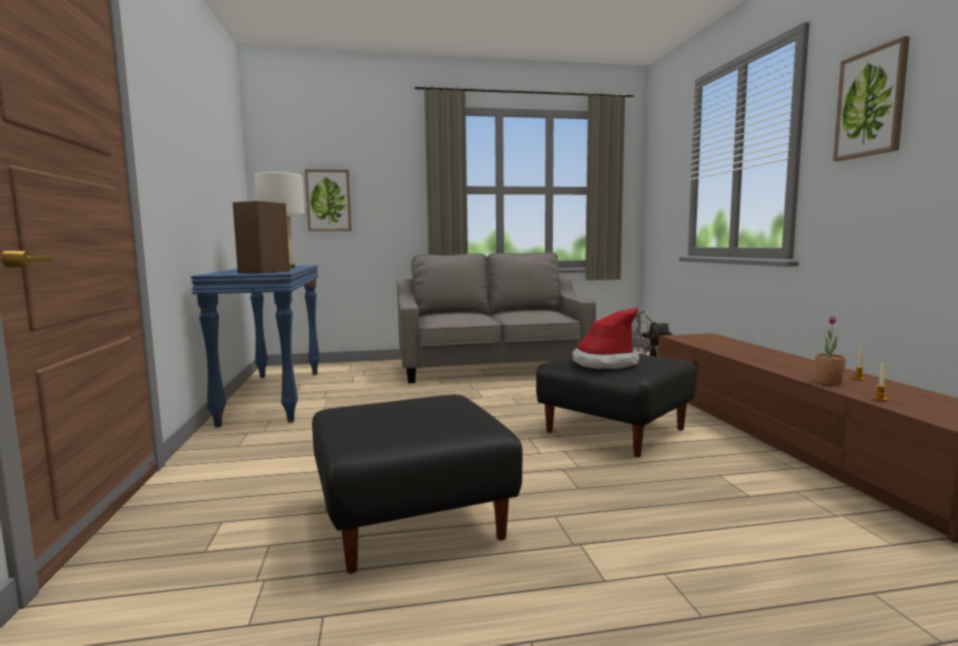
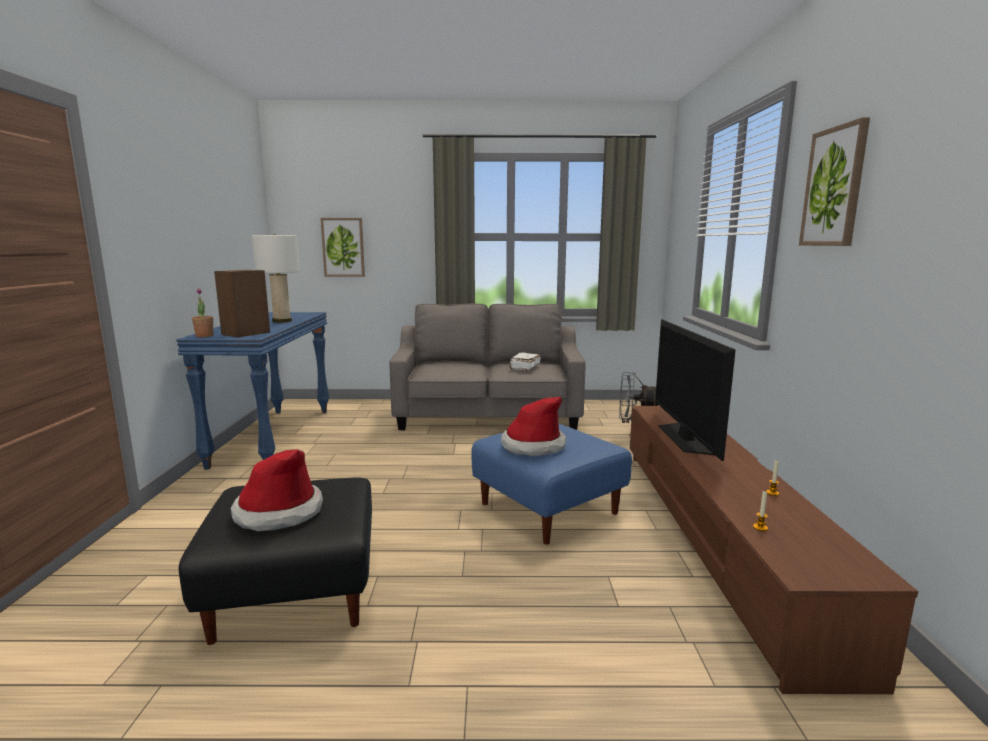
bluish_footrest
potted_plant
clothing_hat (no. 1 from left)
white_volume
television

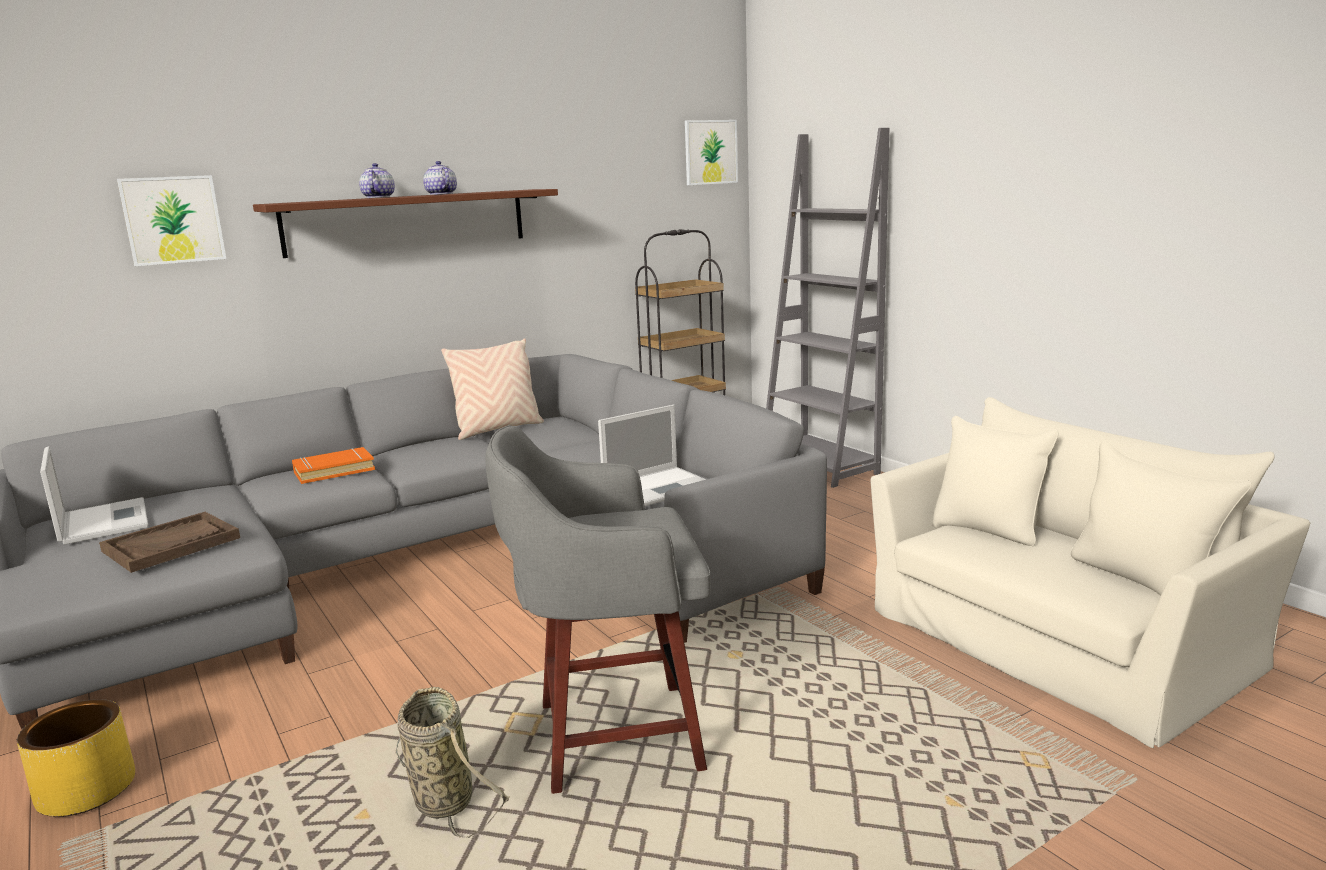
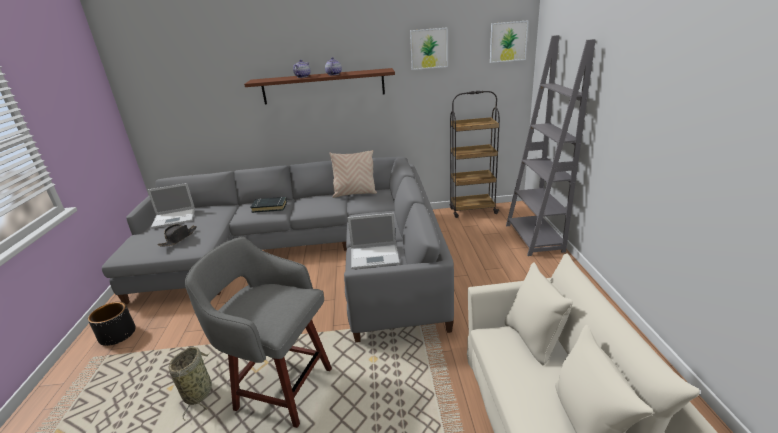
blackish_plant_pot
laptop (no. 1 from left)
blackish_clothing_hat
wall_picture (no. 1 from left)
blackish_volume

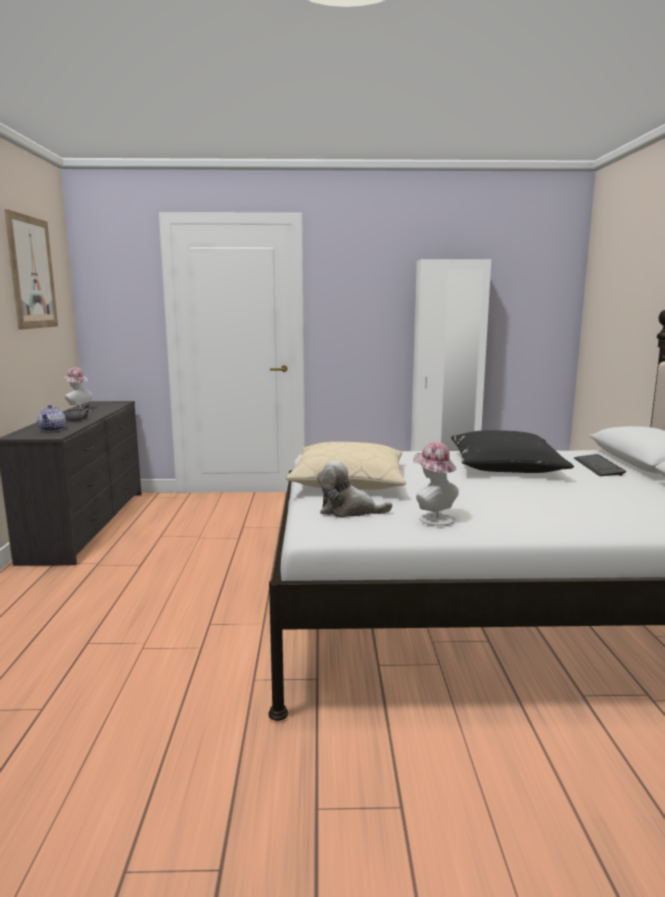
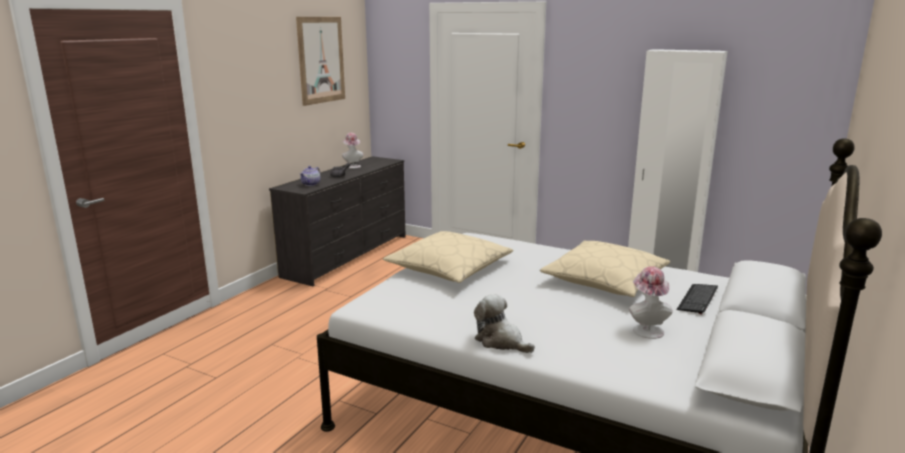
plush_toy
clothing_hat (no. 2 from left)
sand-coloured_throw_pillow (no. 2 from left)

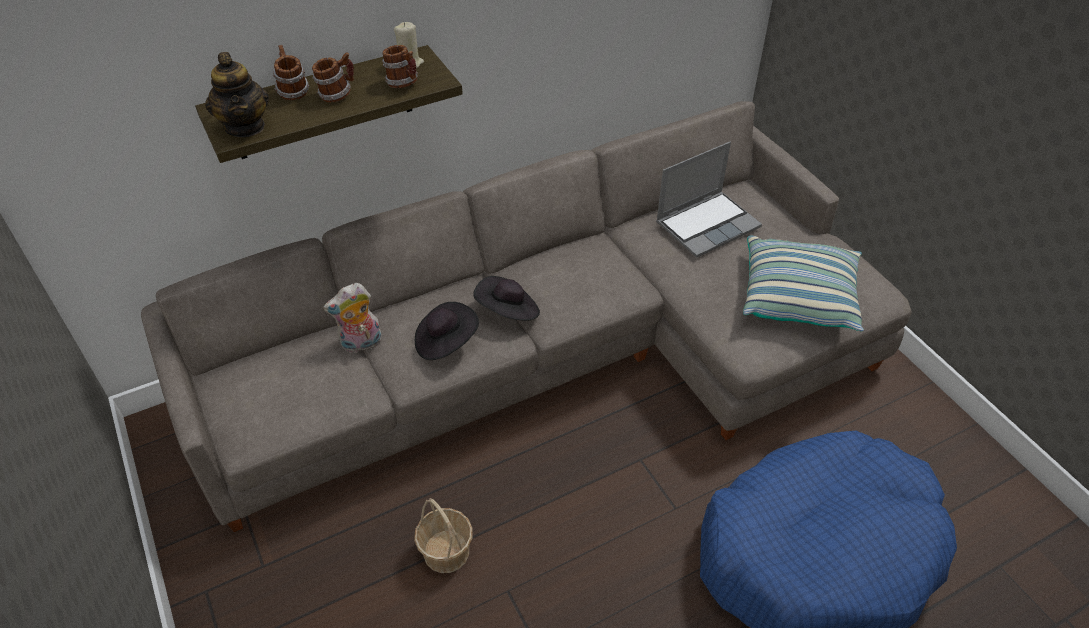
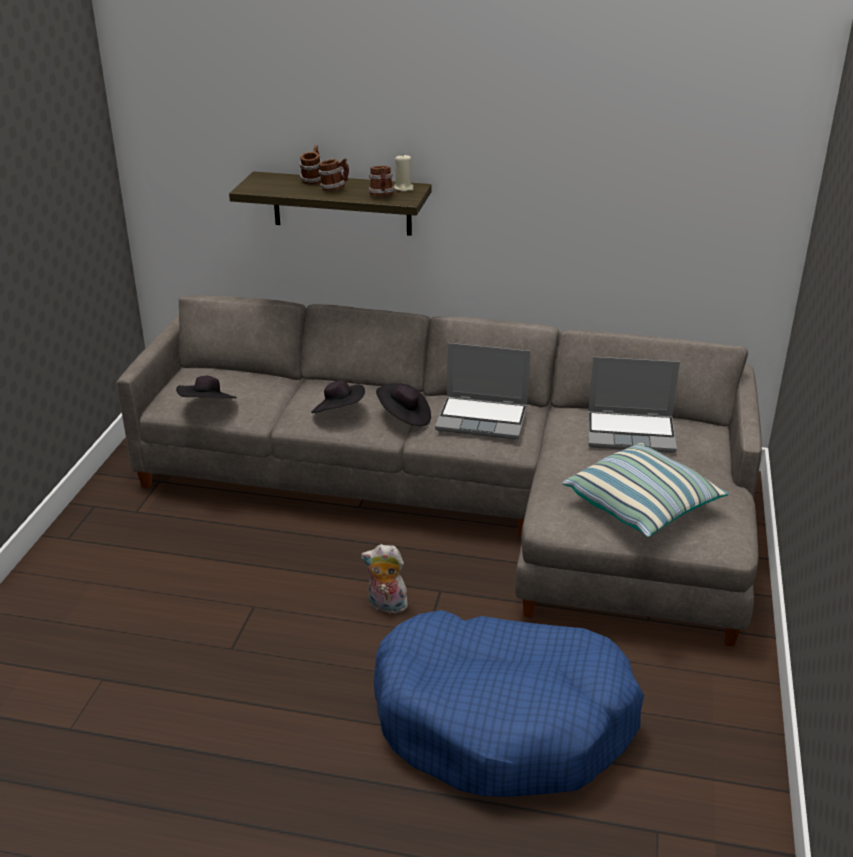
pot_for_tea
plush_toy
household_basket
blackish_clothing_hat (no. 1 from left)
laptop (no. 1 from left)

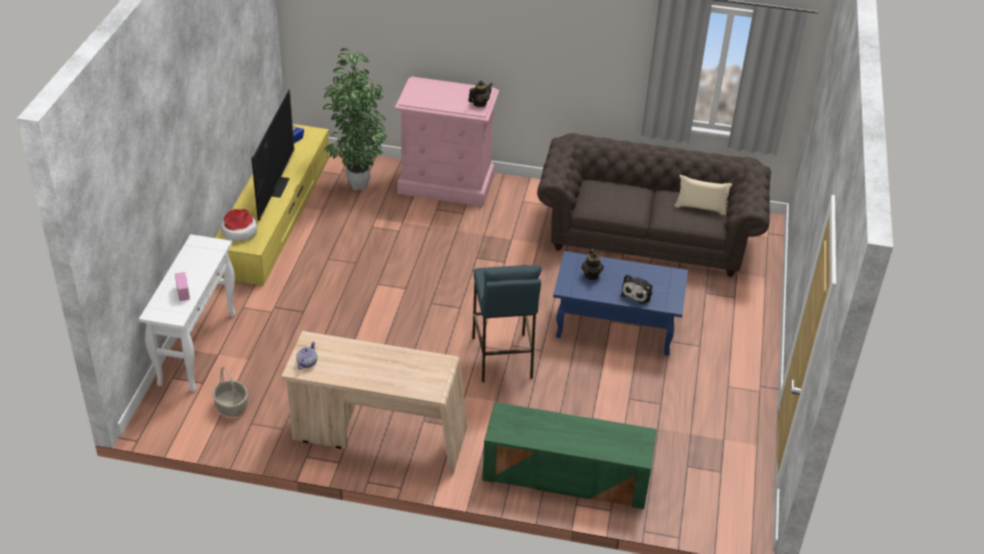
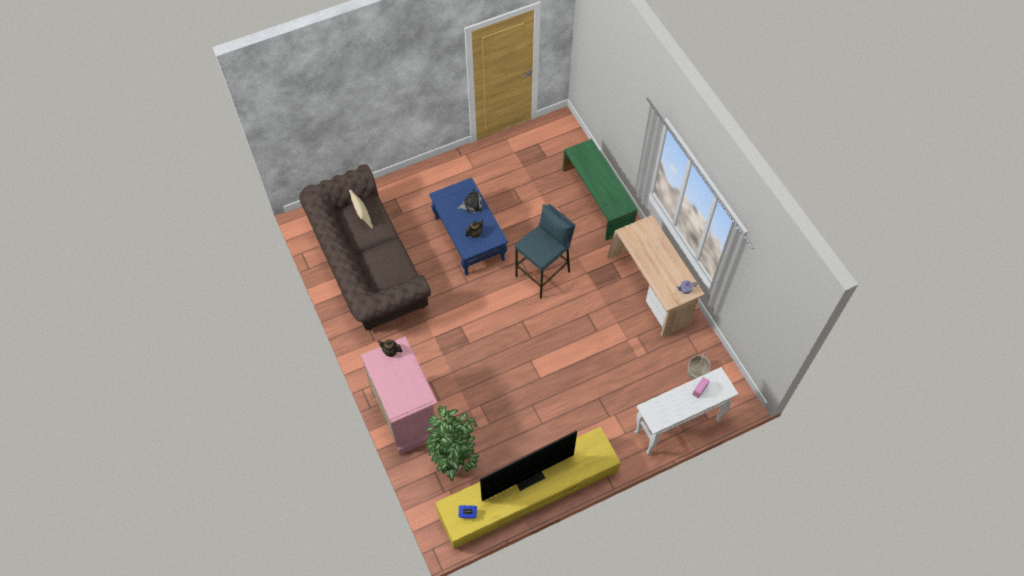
clothing_hat

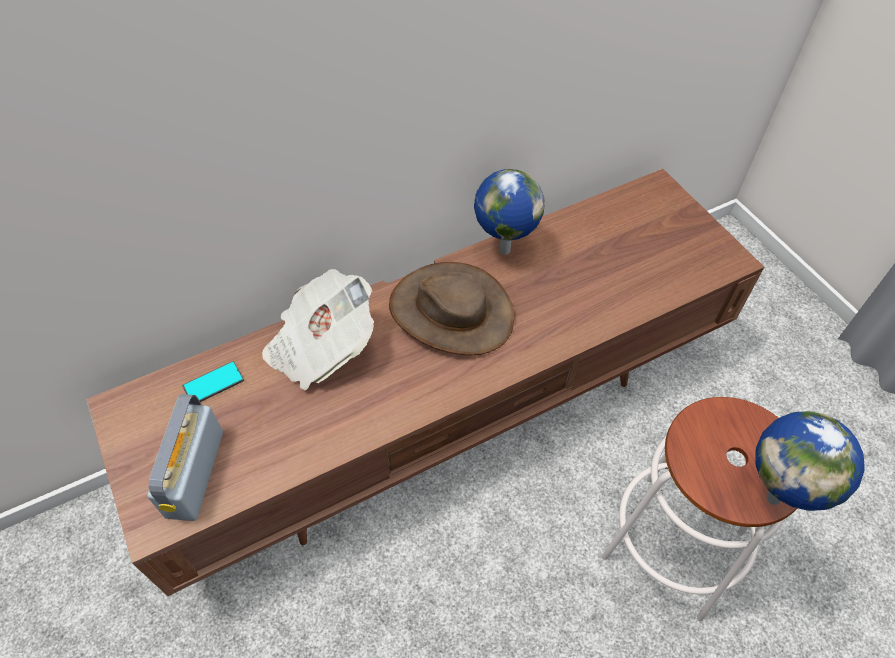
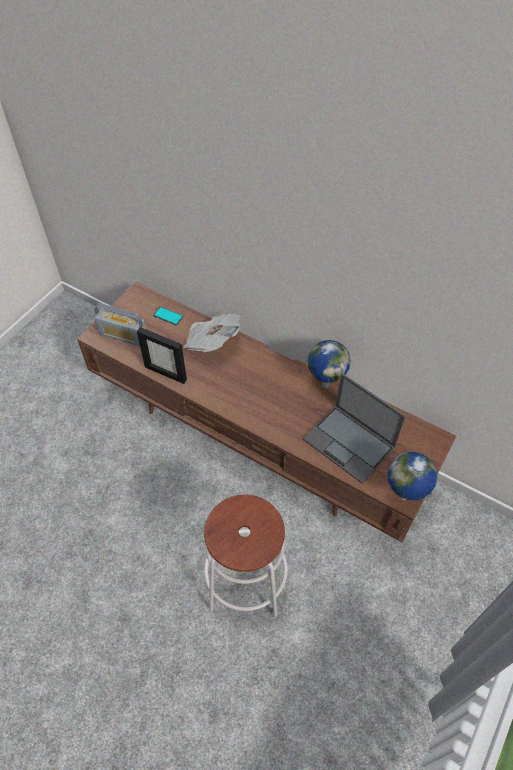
radio_set
brownish_clothing_hat
desk_globe (no. 2 from left)
photo_frame
laptop

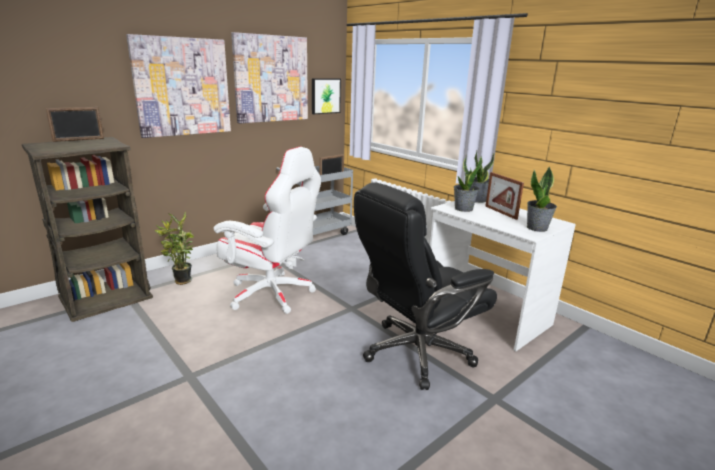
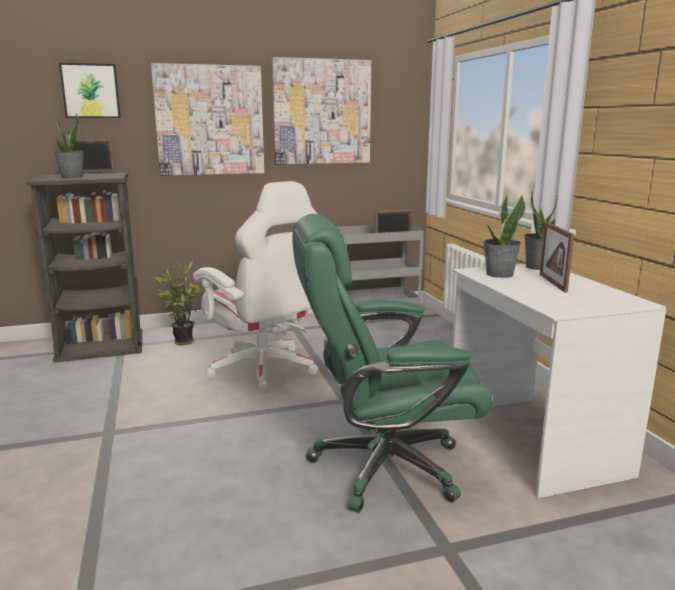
wall_picture (no. 1 from left)
greenish_computer_chair
potted_plant (no. 1 from left)

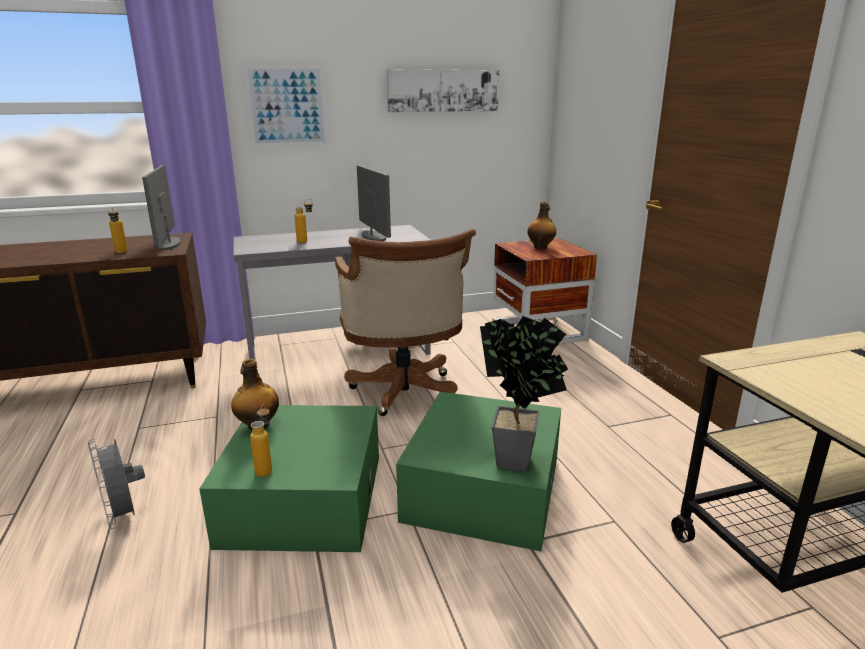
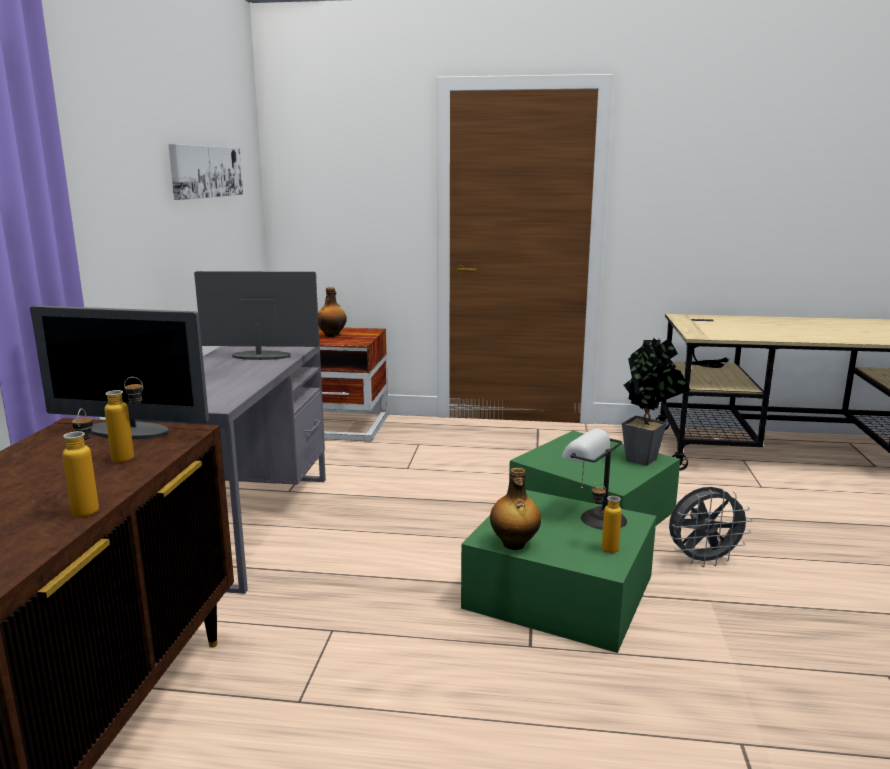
greyish_cooling_fan
wall_picture (no. 1 from left in the first image)
drink_bottle (no. 1 from left)
computer_chair
lamp_for_a_table

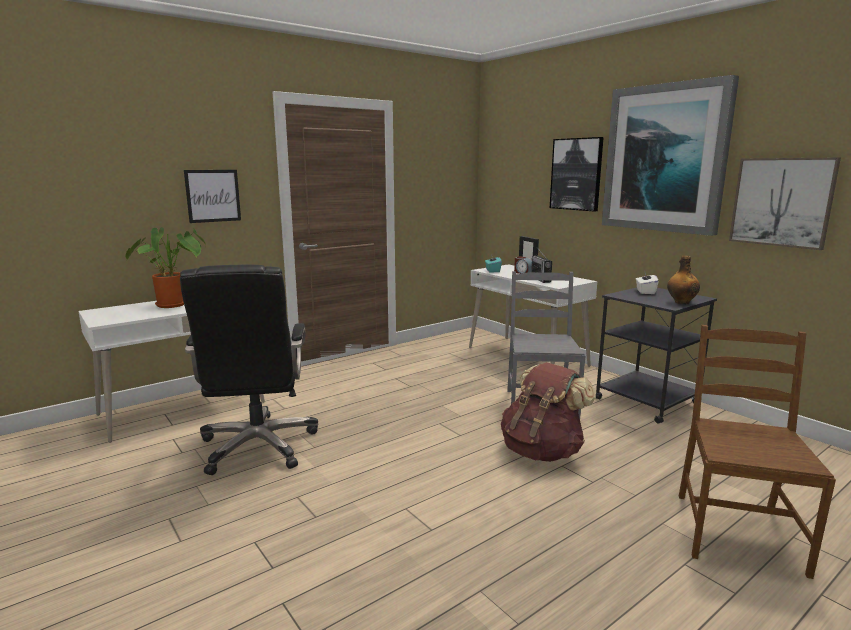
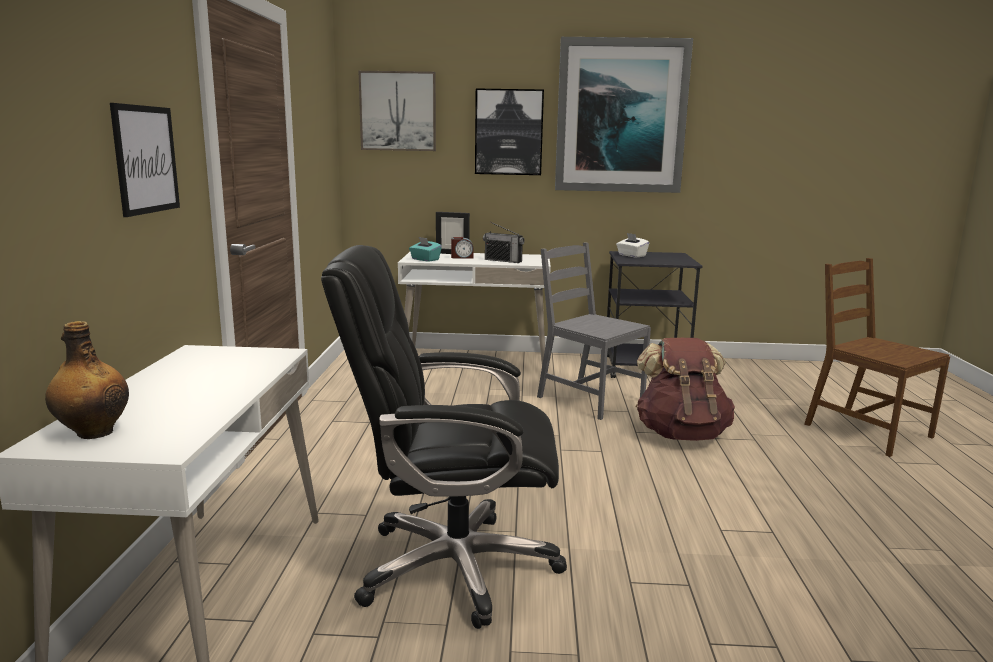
potted_plant
blackish_computer_chair
drink_bottle
wall_picture (no. 2 from left)

